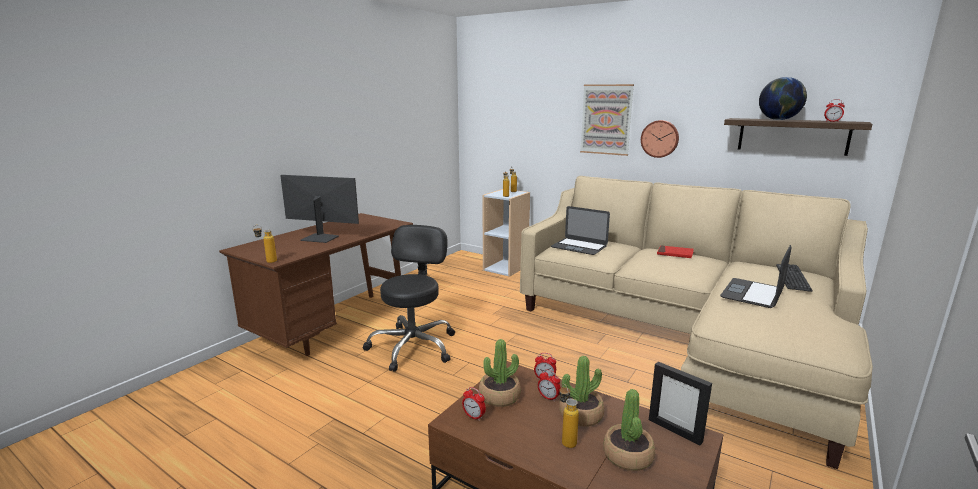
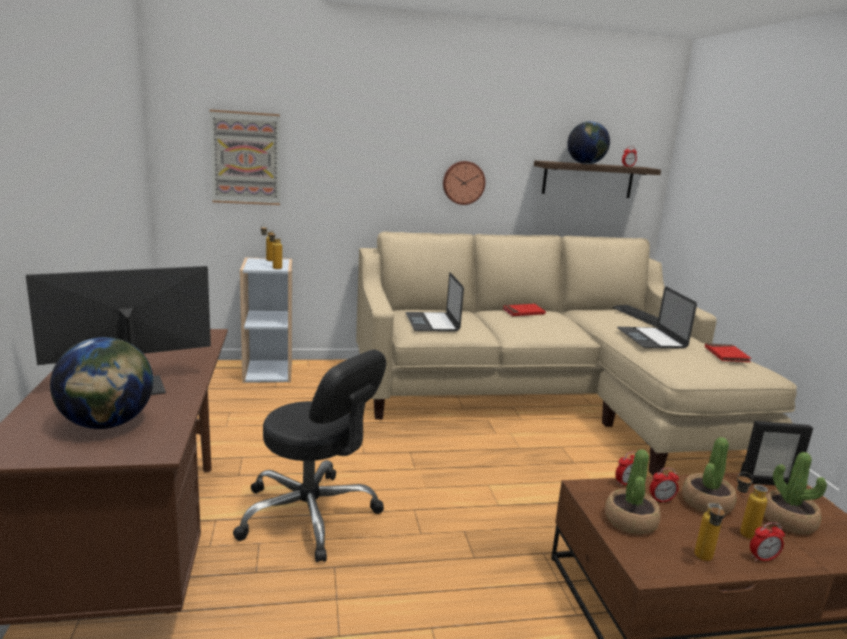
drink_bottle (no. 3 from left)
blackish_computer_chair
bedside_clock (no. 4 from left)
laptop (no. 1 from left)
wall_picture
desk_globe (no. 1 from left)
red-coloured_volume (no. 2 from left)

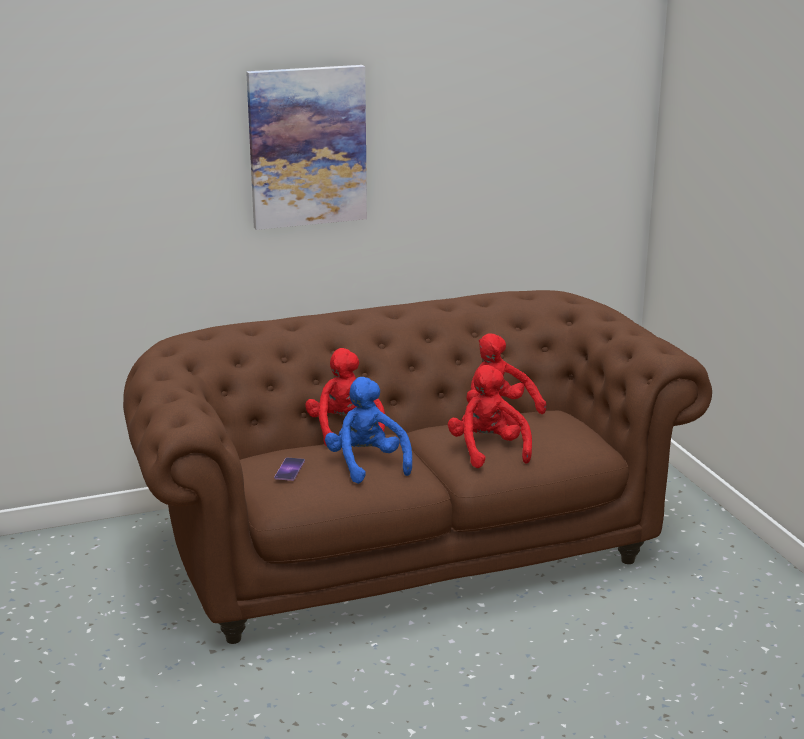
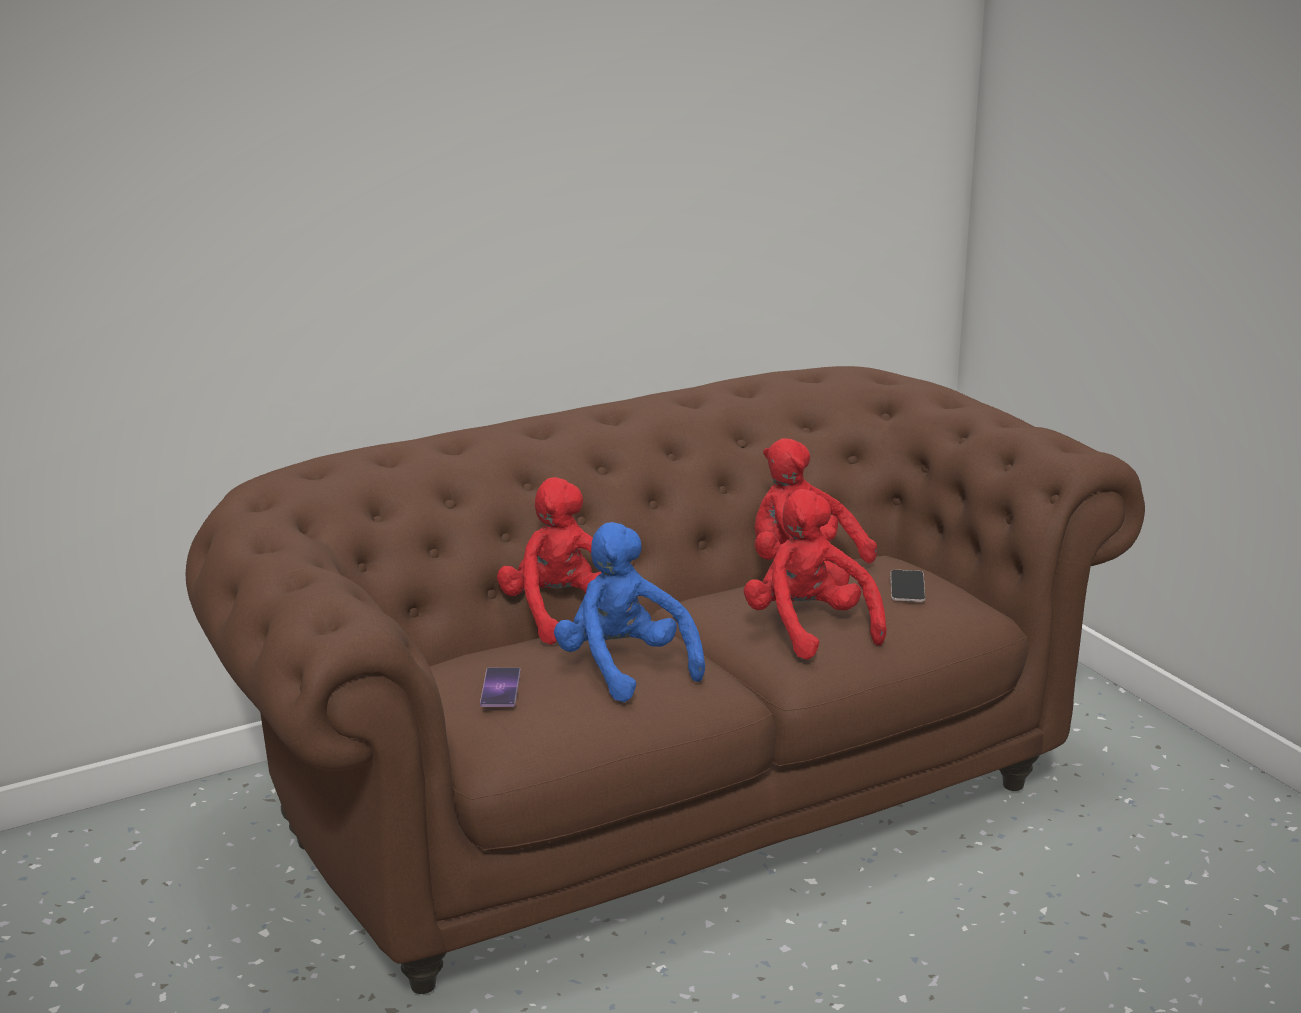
wall_picture
handset (no. 2 from left)

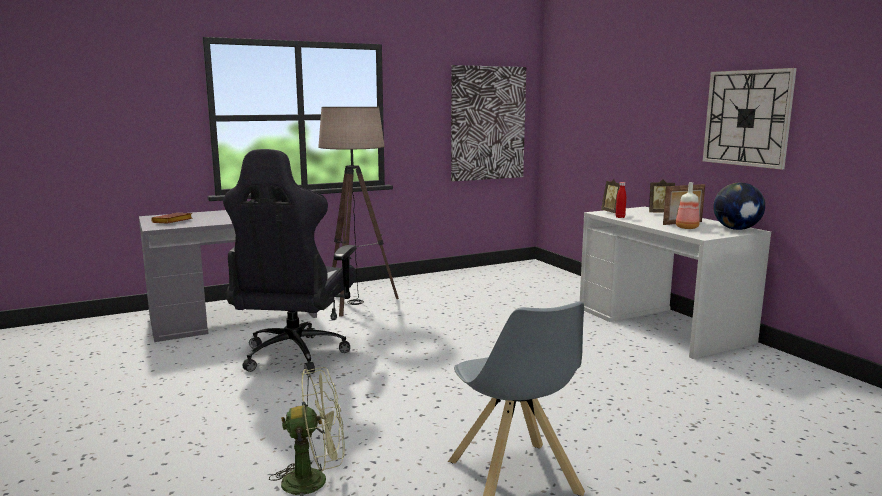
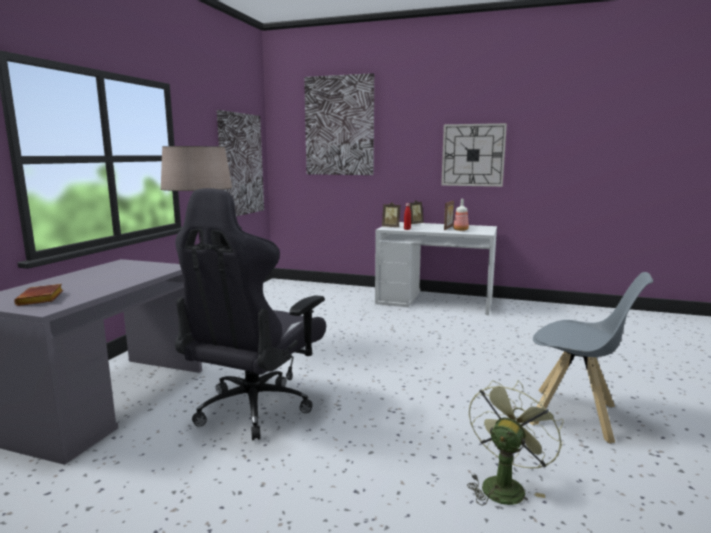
blackish_computer_chair
desk_globe
wall_picture (no. 2 from left)

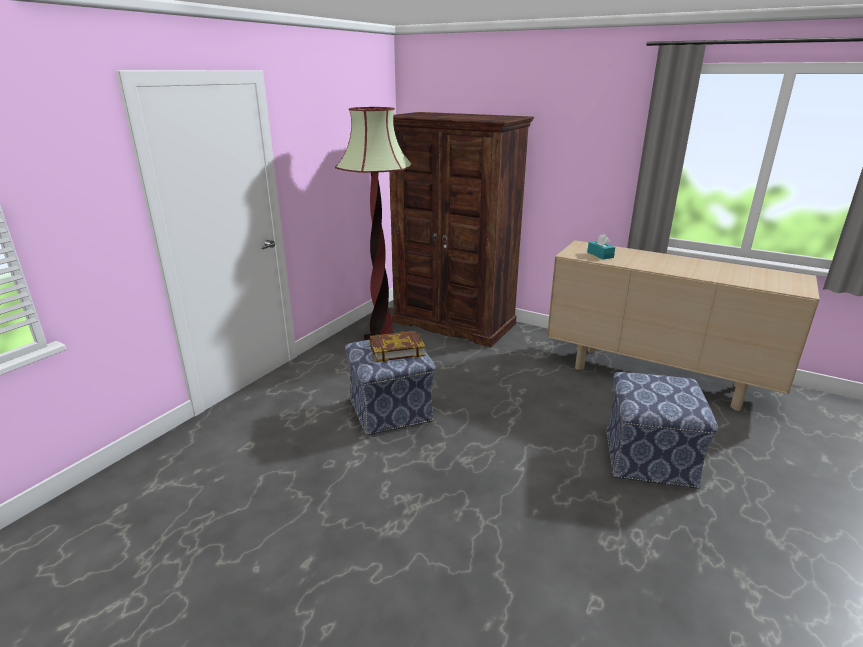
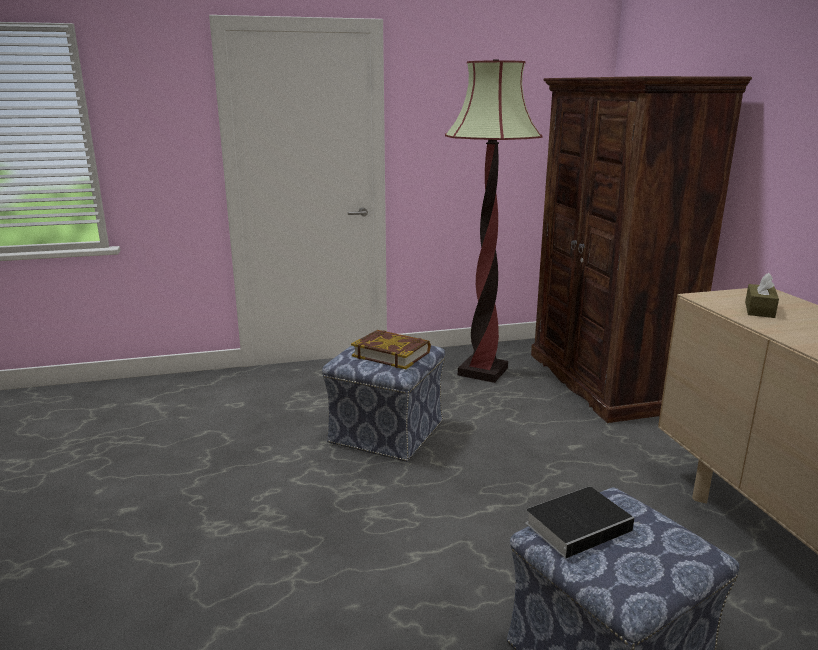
brownish_tissue_box
volume (no. 2 from left)

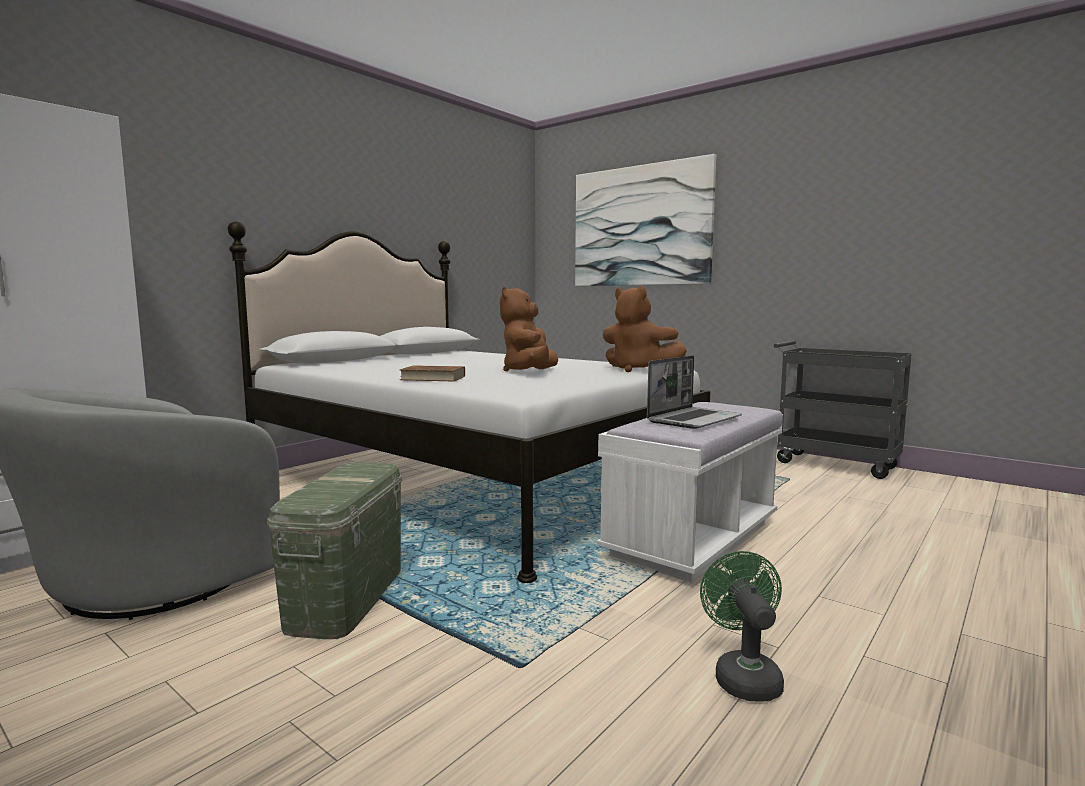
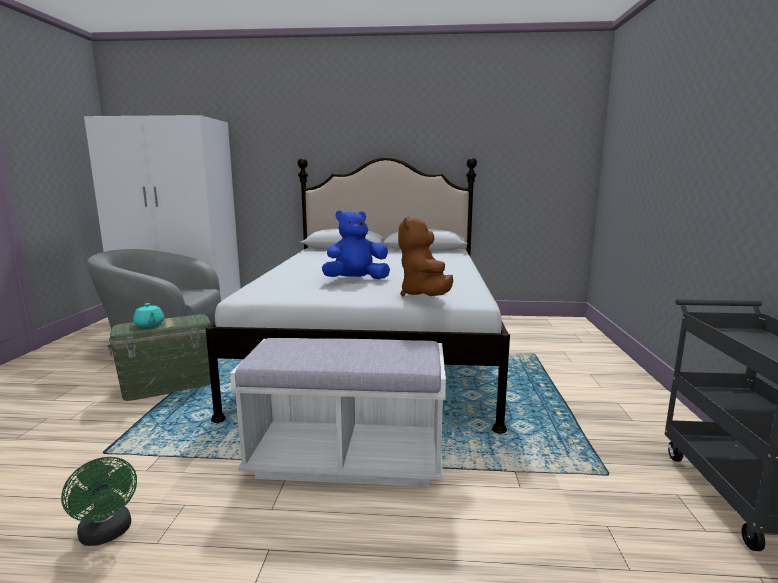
brownish_volume
bluish_plush_toy
wall_picture
laptop
greenish_cooling_fan
blue-green_pot_for_tea

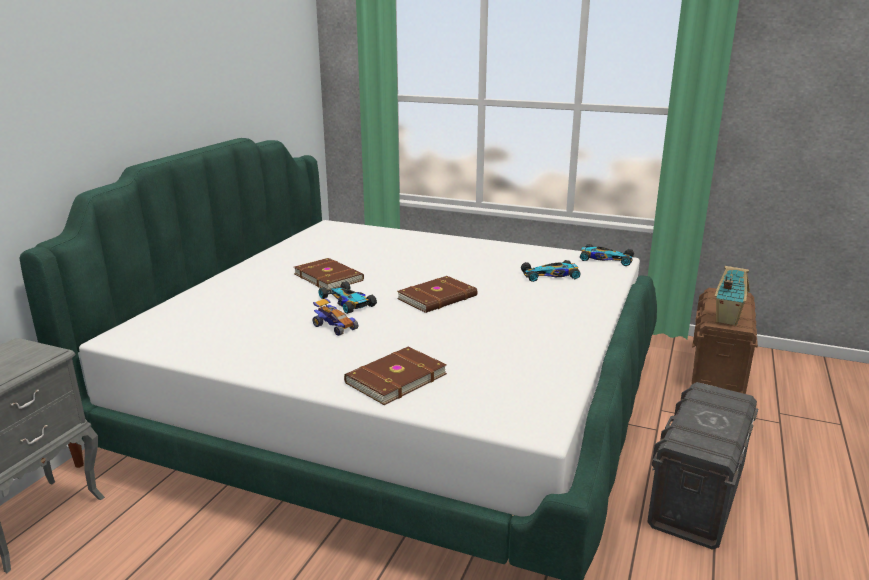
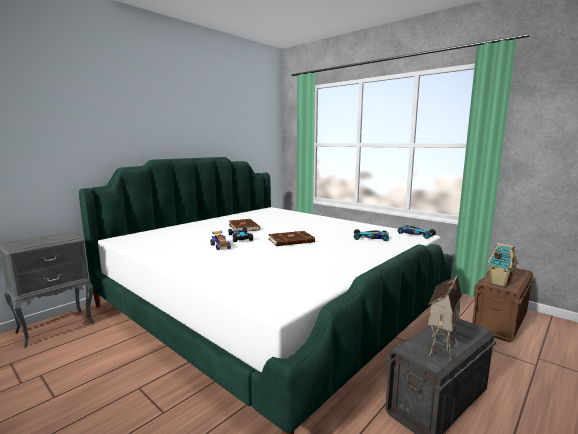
brownish_volume (no. 2 from left in the first image)
model_house (no. 1 from left)

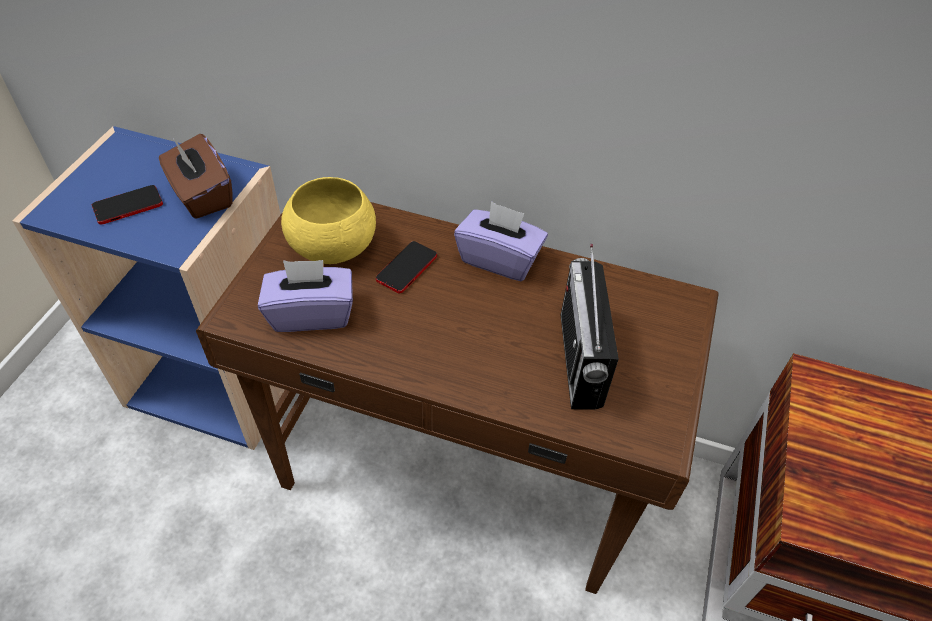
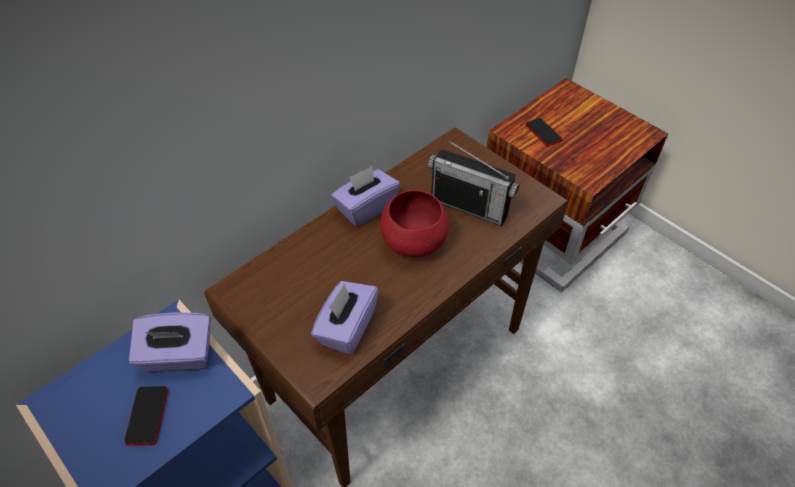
purple-coloured_tissue_box (no. 1 from left)
yellow-coloured_deep_dish
handset (no. 2 from left)
red-coloured_deep_dish

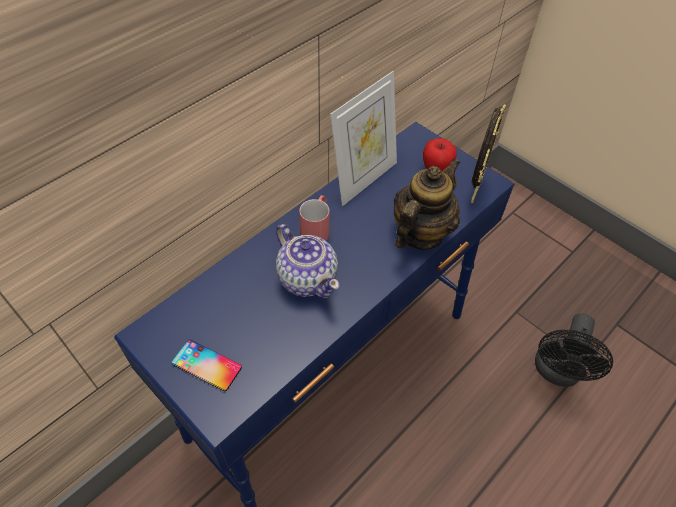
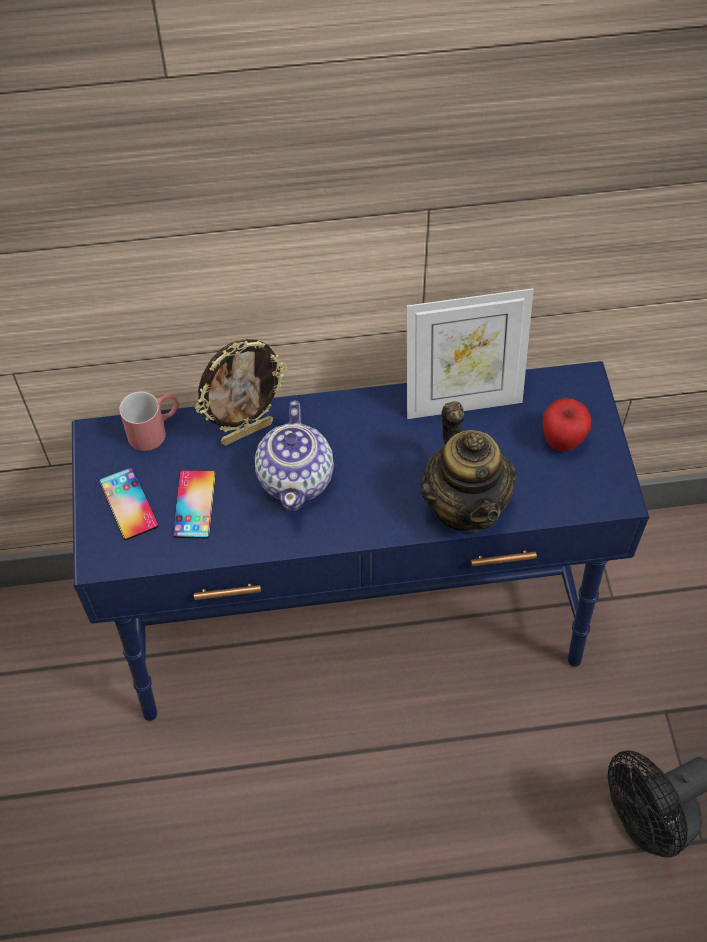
red-coloured_coffee_mug
pot_for_tea (no. 2 from left)
photo_frame (no. 1 from left)
handset (no. 2 from left)

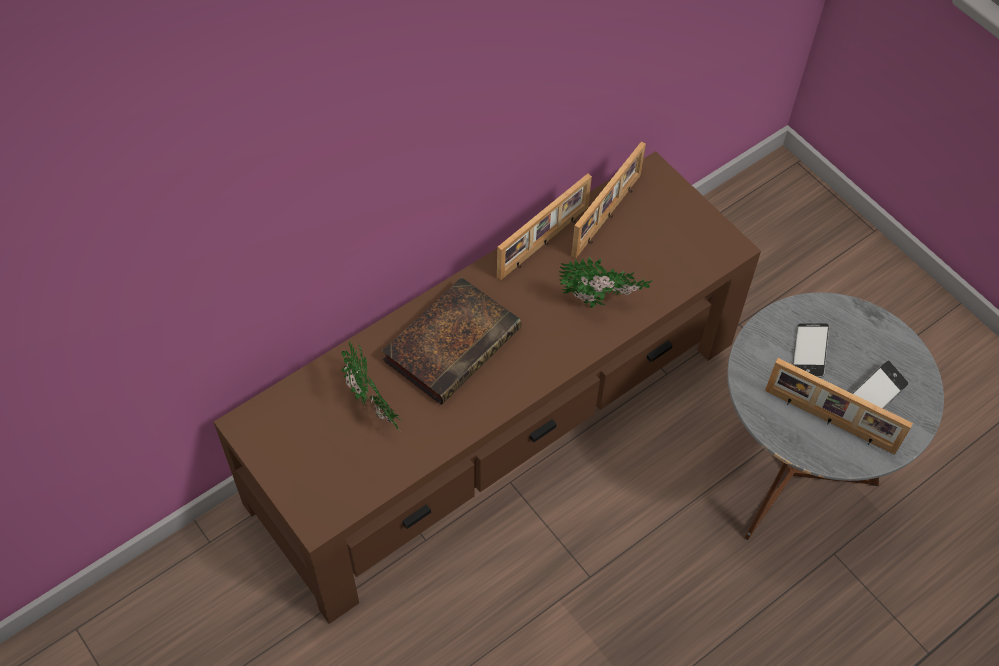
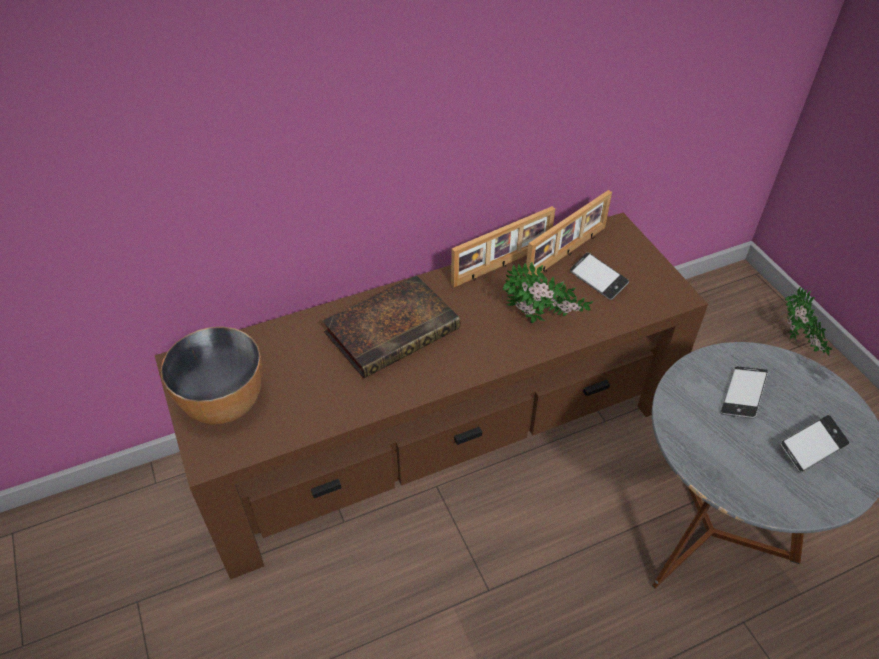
potted_plant (no. 2 from left)
photo_frame (no. 3 from left in the first image)
deep_dish
handset (no. 1 from left)

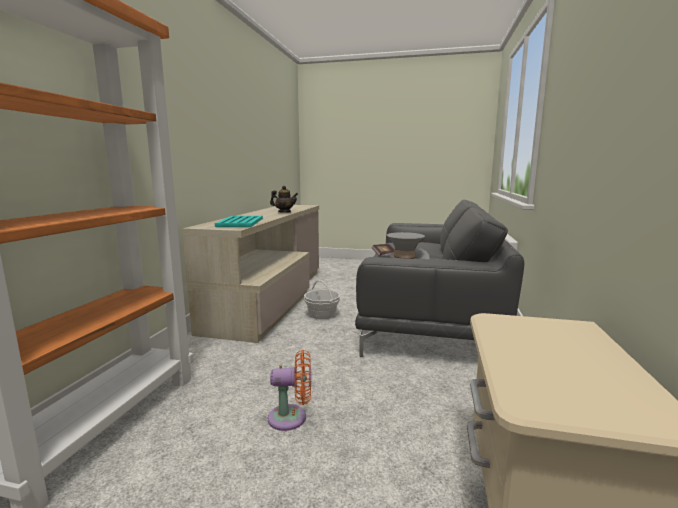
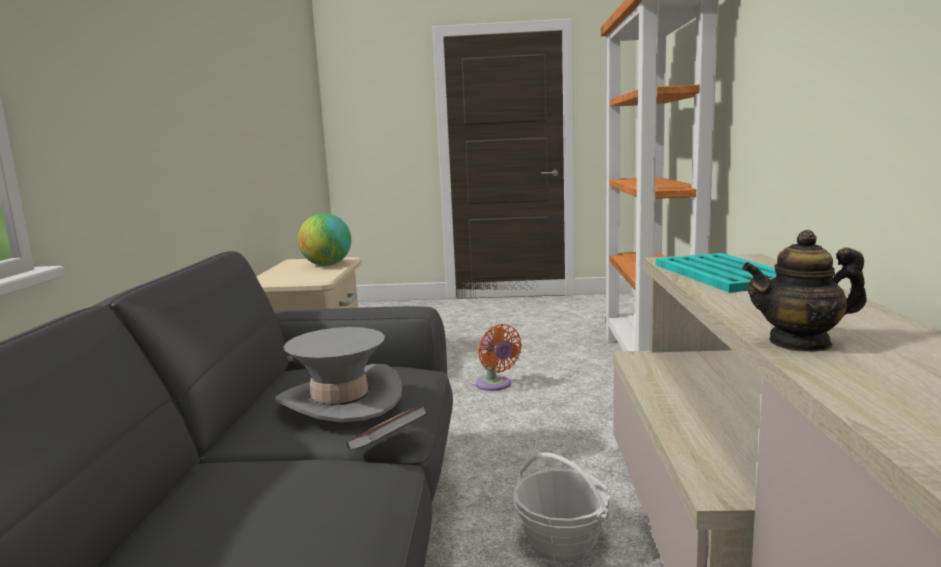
orange_cooling_fan
desk_globe

